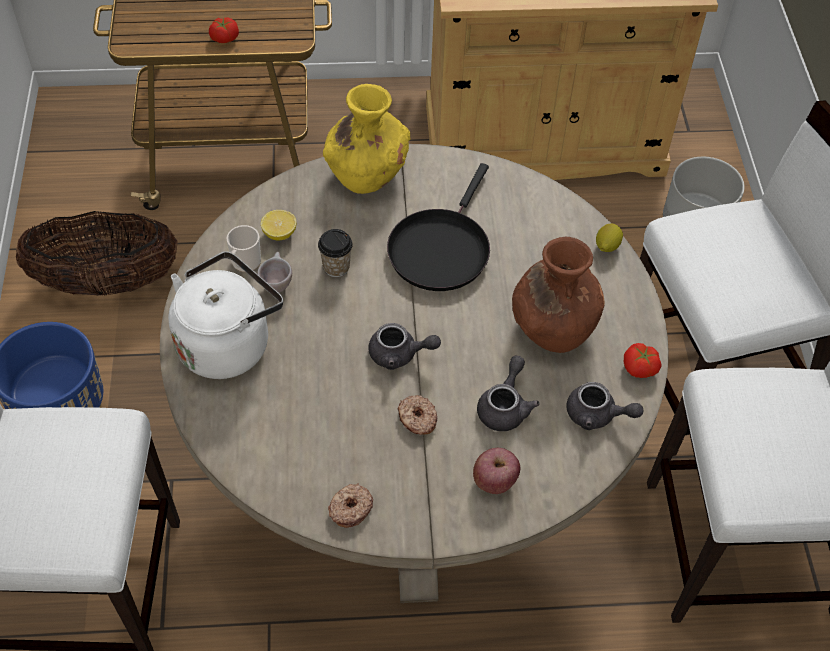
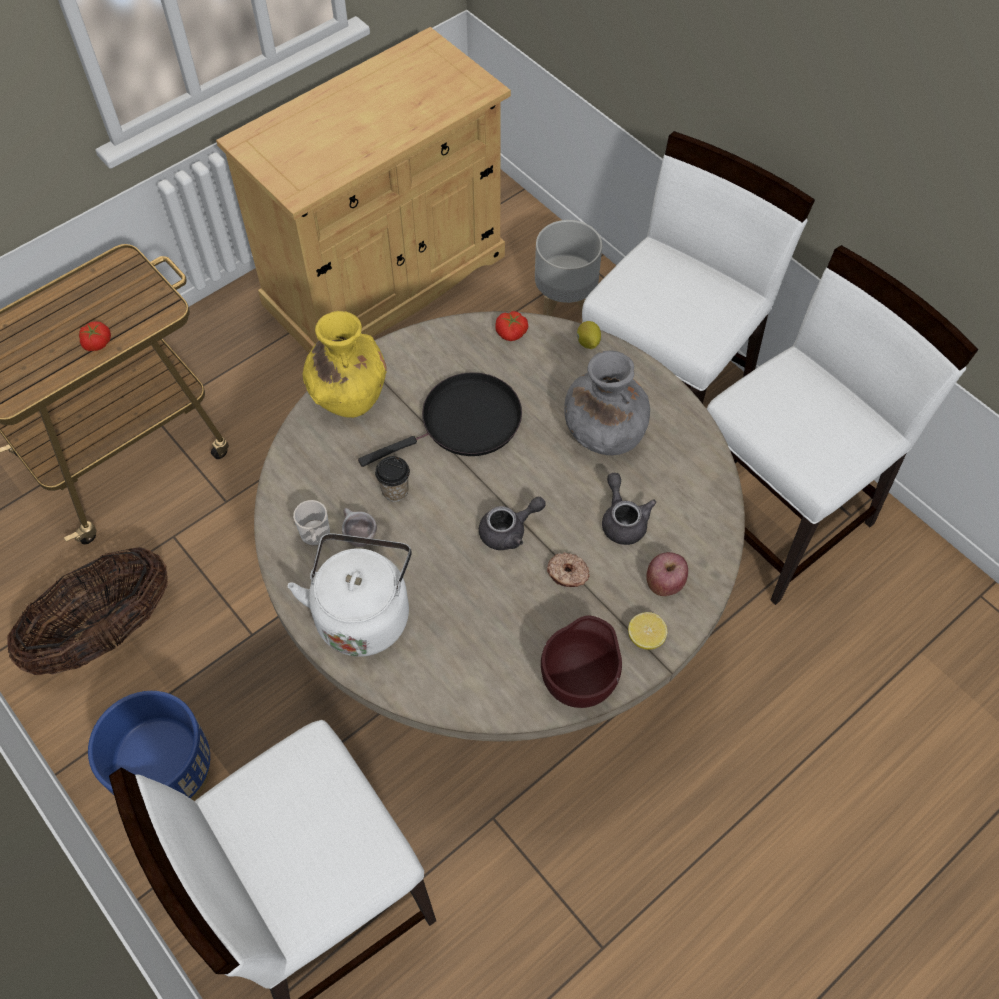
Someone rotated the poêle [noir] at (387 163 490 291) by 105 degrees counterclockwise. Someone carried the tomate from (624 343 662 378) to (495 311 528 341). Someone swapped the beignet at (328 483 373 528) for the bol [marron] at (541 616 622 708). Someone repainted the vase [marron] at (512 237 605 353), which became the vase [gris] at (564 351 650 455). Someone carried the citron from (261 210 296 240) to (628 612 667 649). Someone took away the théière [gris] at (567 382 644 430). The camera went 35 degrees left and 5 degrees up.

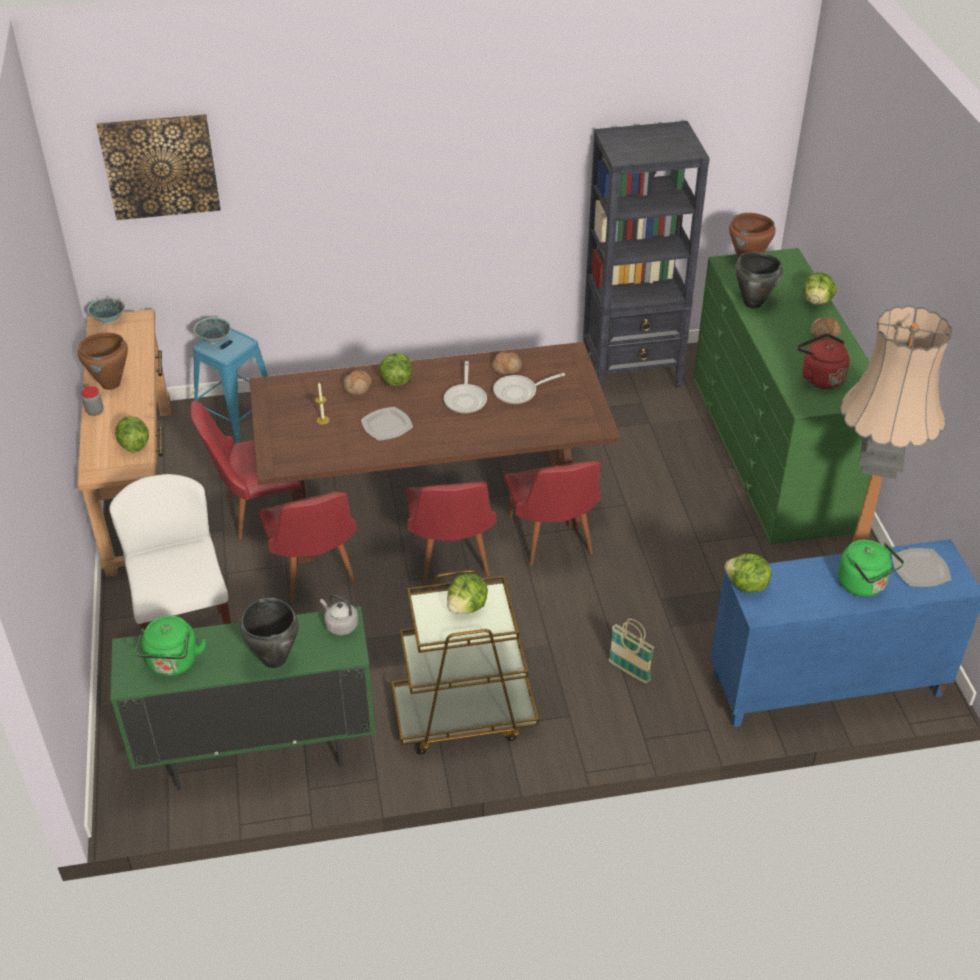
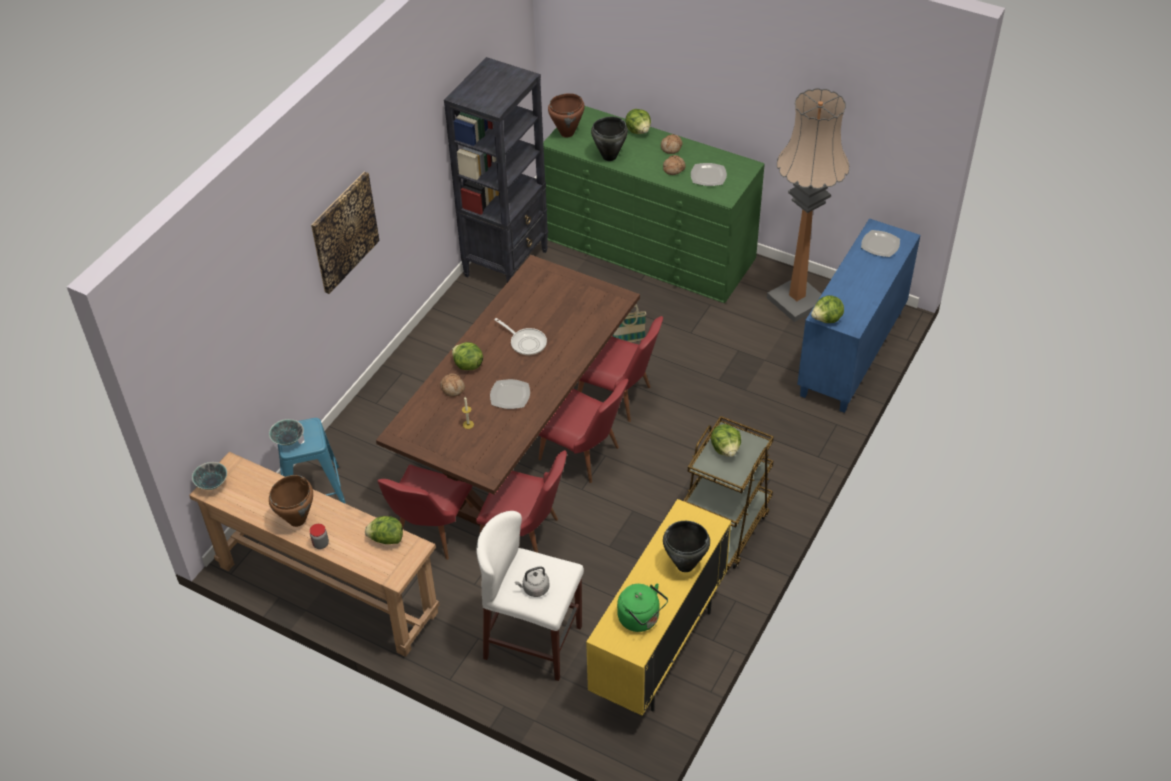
Someone carried the tableau from (97 114 221 220) to (311 172 380 294). Someone carried the bouilloire [gris] from (320 594 358 635) to (515 566 550 597). Someone repainted the meuble de rangement [vert] at (110 606 376 791), which became the meuble de rangement [jaune] at (586 499 731 716). Someone carried the panier from (608 619 654 683) to (613 304 646 342). Someone carried the pain from (492 352 522 375) to (663 155 686 175). Someone swapped the bouilloire [rouge] at (797 334 849 389) for the assiette at (691 163 727 186). Someone took away the poêle at (493 373 565 404). Someone took away the bouilloire [vert] at (838 540 904 597). The camera went 50 degrees left and 5 degrees up.

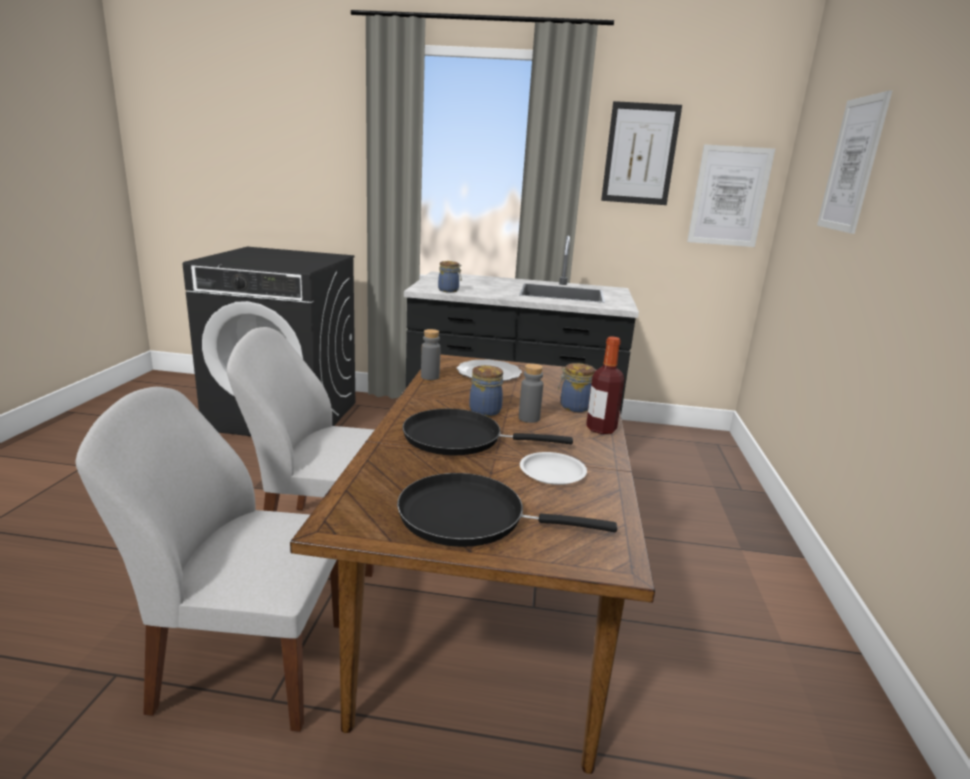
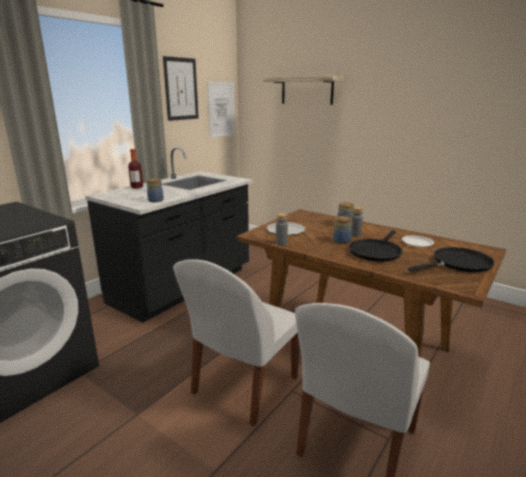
Someone carried the bouteille from (586 337 624 434) to (128 149 143 189). Someone swapped the tableau at (817 90 892 234) for the étagère at (263 76 343 105). Someone rotated the poêle [noir] at (397 473 617 547) by 150 degrees counterclockwise. The camera went 60 degrees left and 0 degrees up.

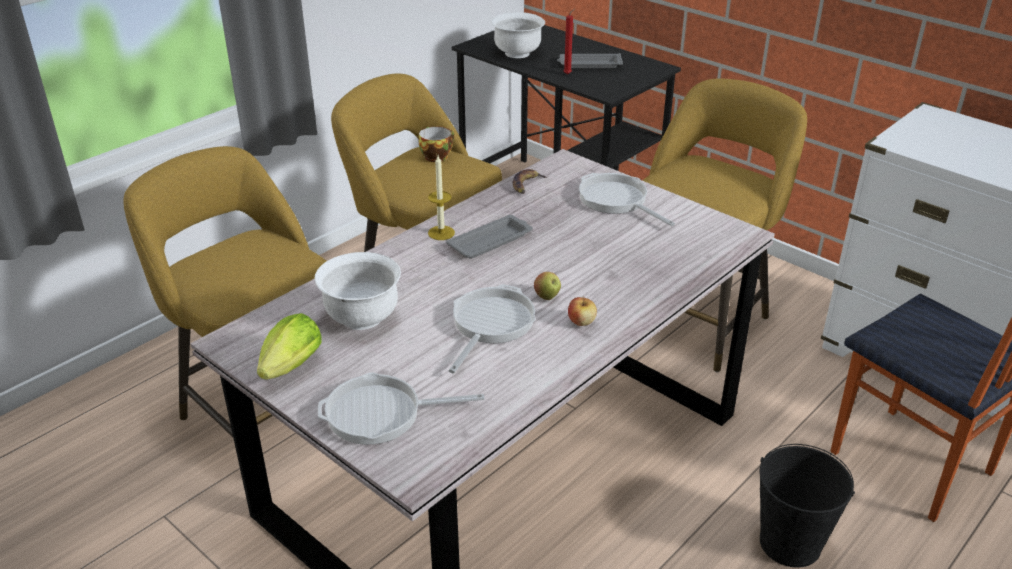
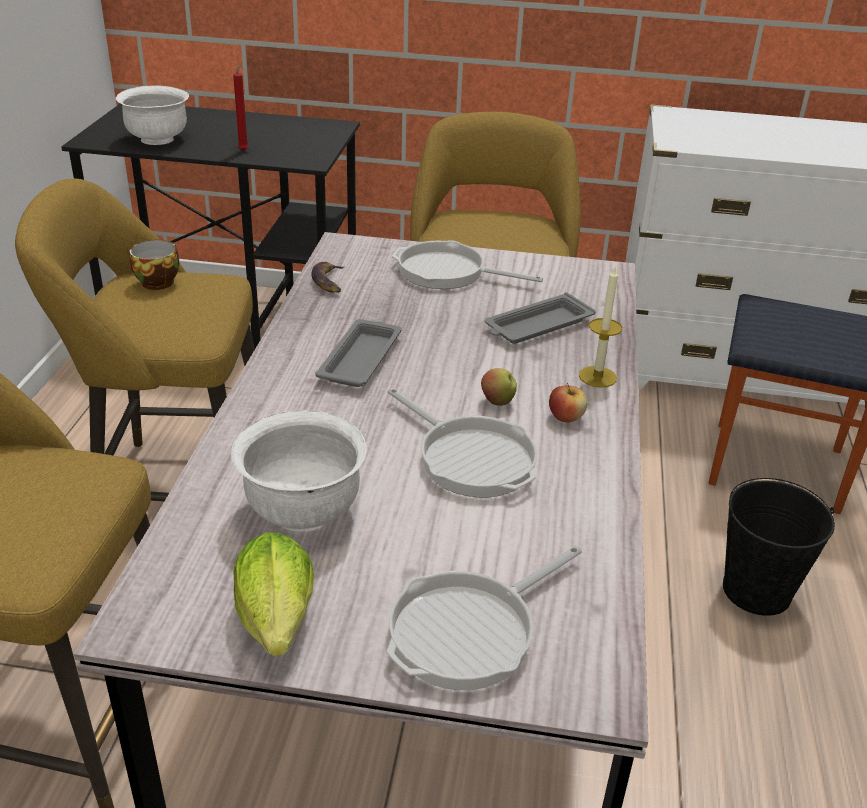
Someone rotated the poêle at (449 284 535 373) by 150 degrees clockwise. Someone carried the plateau [gris] from (557 53 623 68) to (485 292 596 344). Someone carried the bougie from (428 156 455 240) to (579 267 622 388). The camera went 35 degrees left and 0 degrees up.

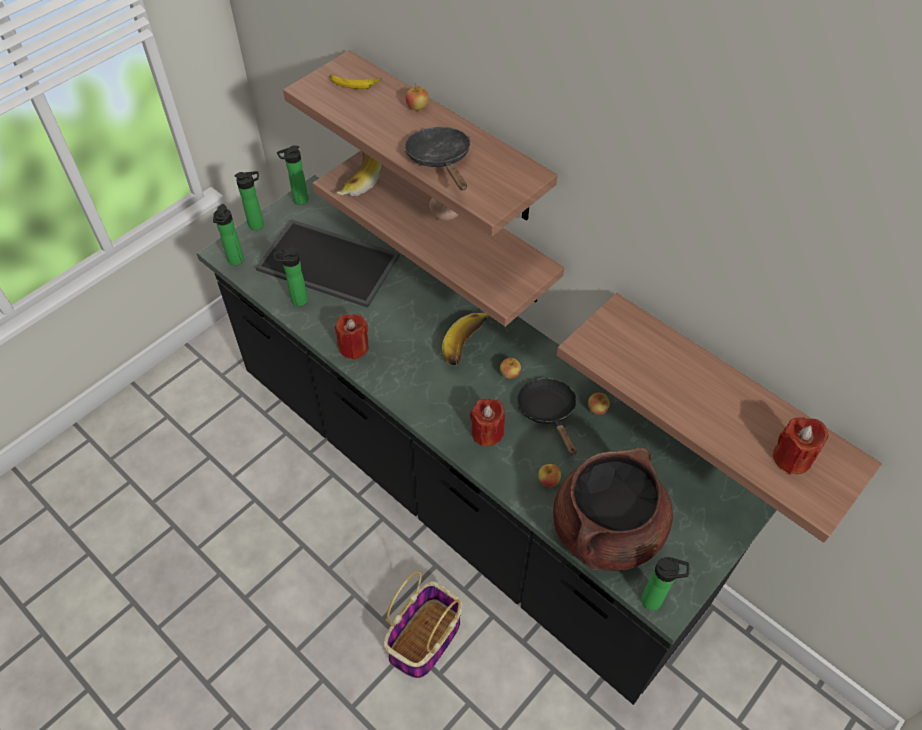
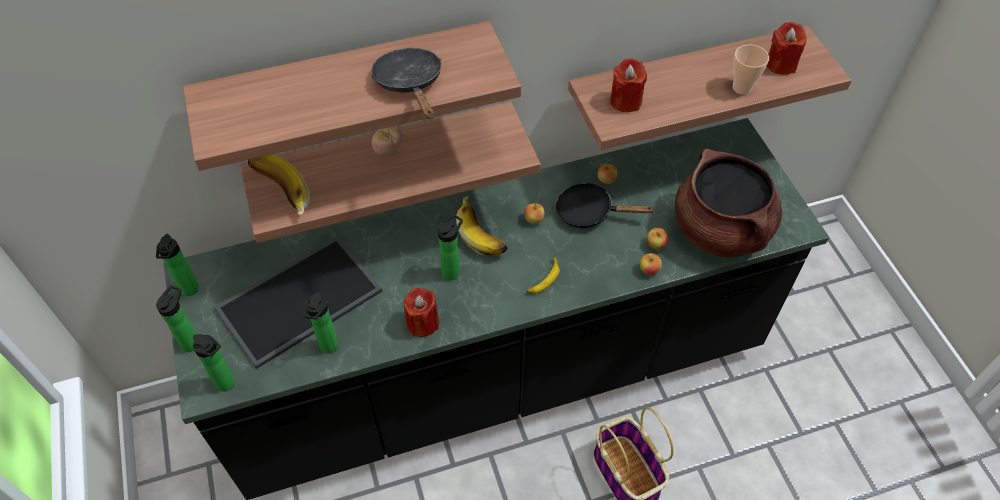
Someone rotated the poêle [noir] at (405 127 470 190) by 60 degrees clockwise. Someone carried the bouteille from (641 557 689 610) to (438 214 463 280). Someone carried the banane from (330 74 382 89) to (527 257 560 294). Someone carried the bougie [rouge] from (470 399 505 447) to (610 58 647 112). Someone carried the pomme from (406 83 429 111) to (640 253 662 275). Someone put down the tasse at (733 45 769 95). The camera went 60 degrees left and 0 degrees up.

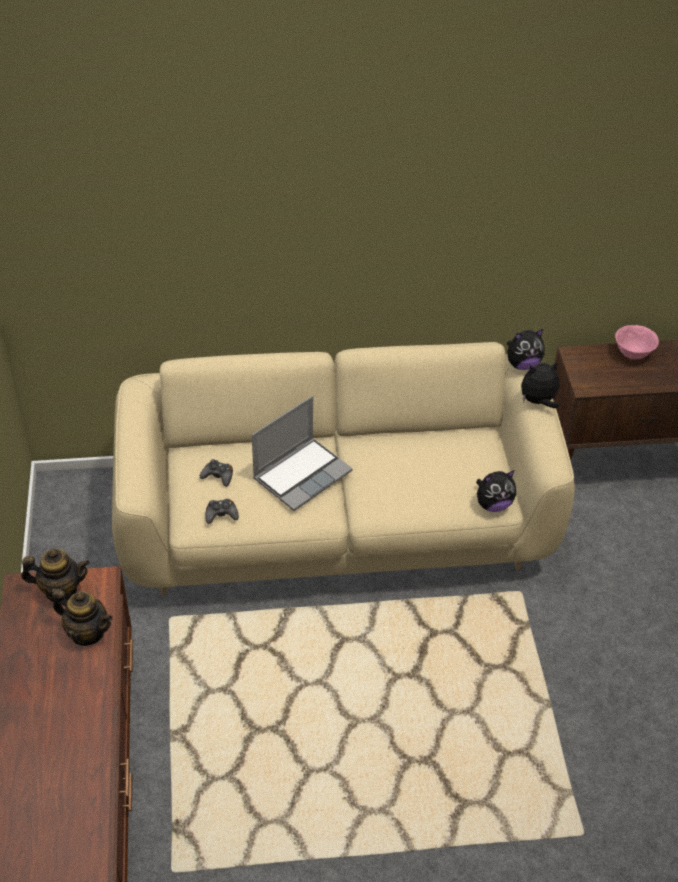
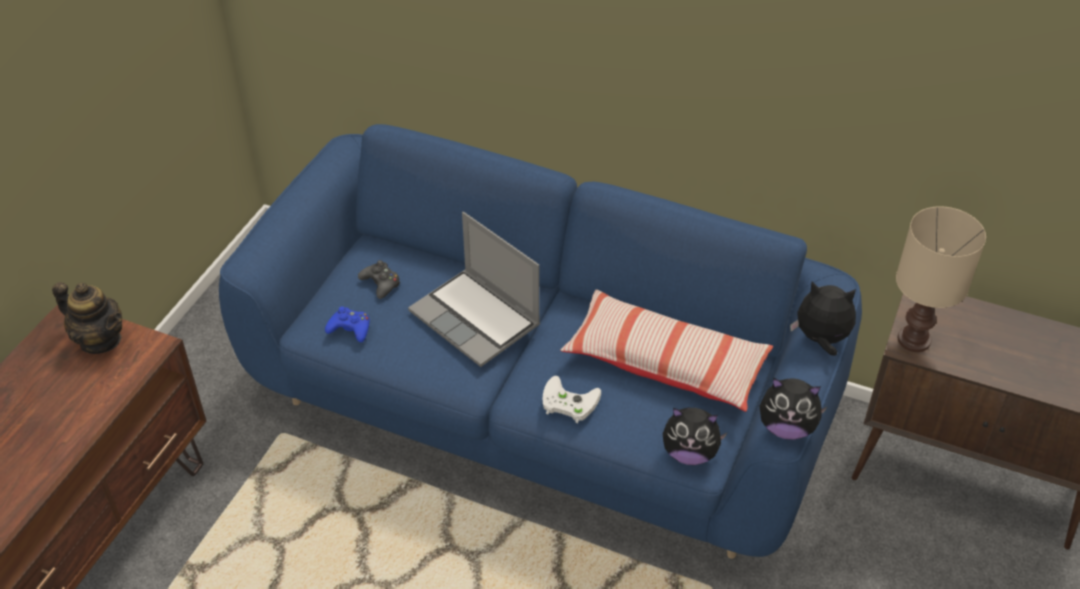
Someone repainted the canapé [beige] at (112 342 575 595), which became the canapé [bleu] at (219 124 862 559). Someone repainted the manette [noir] at (205 499 239 524), which became the manette [bleu] at (325 306 370 342). Someone rotated the ordinateur portable at (252 396 353 511) by 60 degrees clockwise. Someone put down the manette [blanc] at (543 376 601 423). Someone put down the coussin at (560 289 773 412). Someone carried the peluche from (507 329 545 370) to (760 378 828 440). Someone put down the lampe de table [beige] at (896 206 986 352). Someone took away the théière at (52 589 113 646). Someone took away the bol [rose] at (615 325 659 359). The camera went 30 degrees right and 0 degrees up.

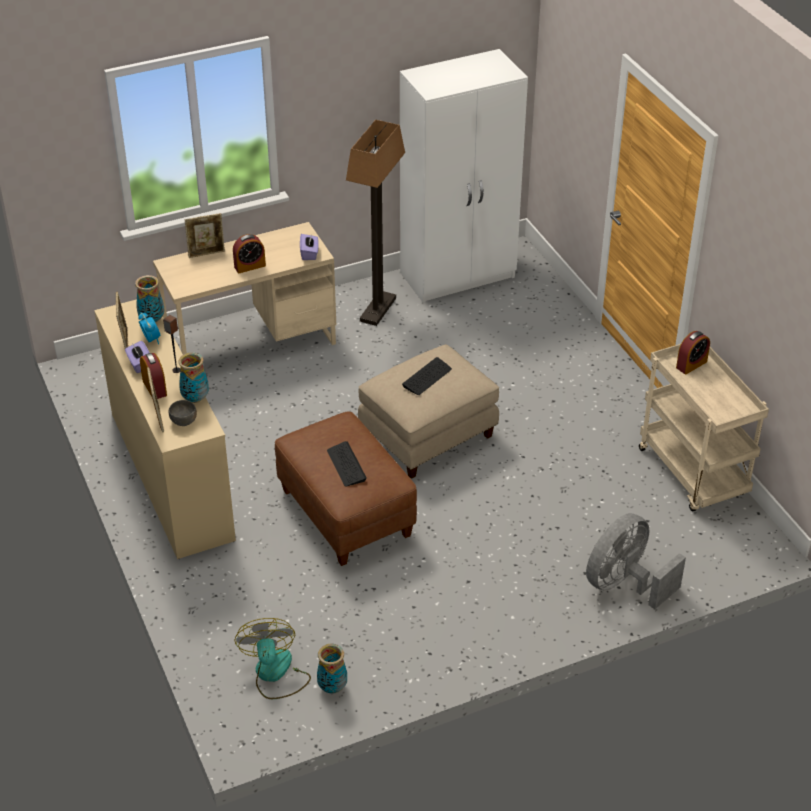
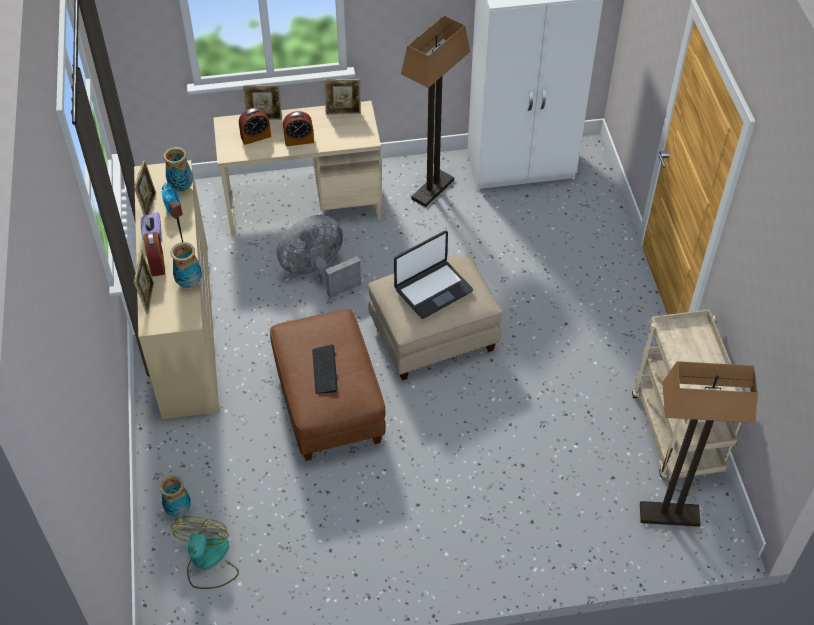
Someone carried the vase from (317 644 347 693) to (159 475 191 517). Someone carried the réveil from (676 331 710 374) to (239 107 271 145). Someone carried the ventilateur [gris] from (586 513 686 609) to (277 215 361 298). Someone put down the cadre photo at (324 79 361 115). Someone swapped the clavier at (402 357 452 395) for the ordinateur portable at (394 230 473 319). Someone put down the lampadaire at (640 361 758 527). Someone took away the bol [gris] at (169 400 197 426). Someone took away the boîte à mouchoirs [violet] at (300 234 319 260). The camera went 15 degrees right and 10 degrees up.

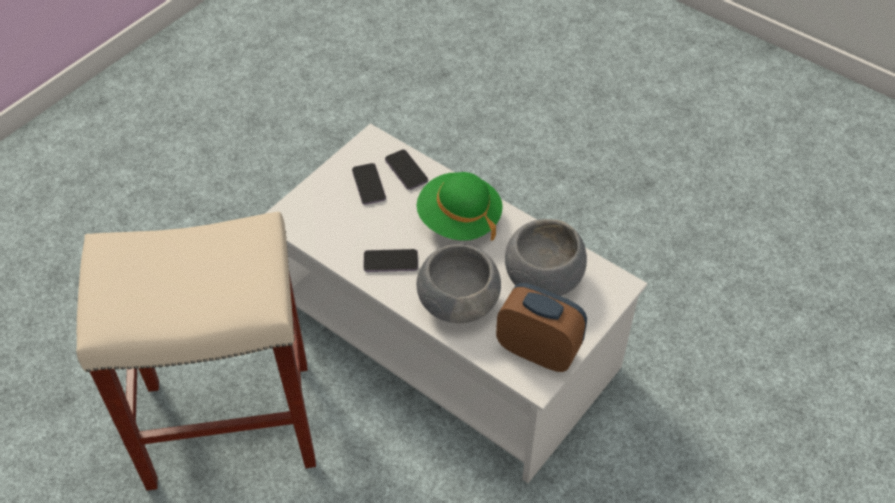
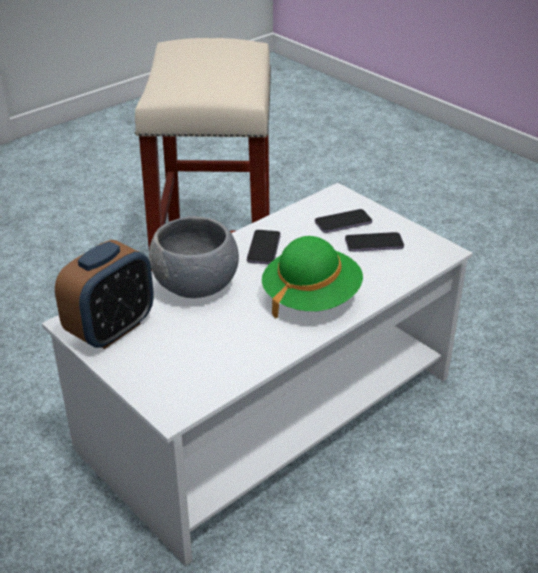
Someone carried the téléphone from (385 150 428 190) to (315 209 372 233). Someone took away the bol [gris] at (505 219 587 296). The camera went 100 degrees right and 15 degrees down.

